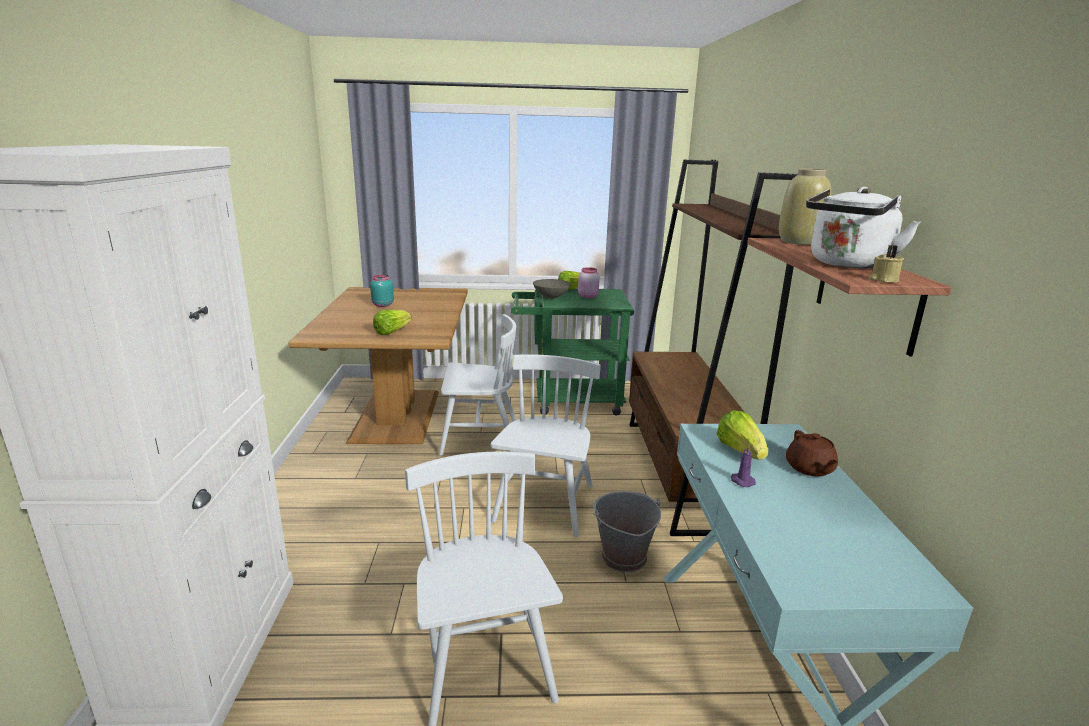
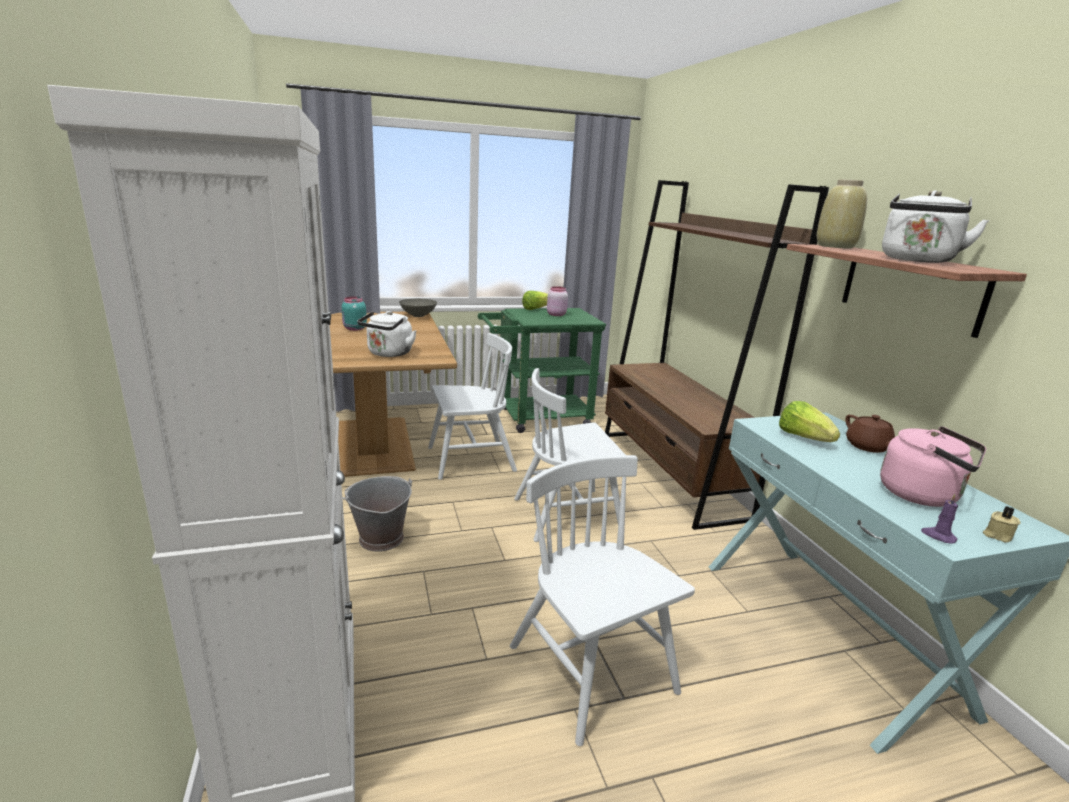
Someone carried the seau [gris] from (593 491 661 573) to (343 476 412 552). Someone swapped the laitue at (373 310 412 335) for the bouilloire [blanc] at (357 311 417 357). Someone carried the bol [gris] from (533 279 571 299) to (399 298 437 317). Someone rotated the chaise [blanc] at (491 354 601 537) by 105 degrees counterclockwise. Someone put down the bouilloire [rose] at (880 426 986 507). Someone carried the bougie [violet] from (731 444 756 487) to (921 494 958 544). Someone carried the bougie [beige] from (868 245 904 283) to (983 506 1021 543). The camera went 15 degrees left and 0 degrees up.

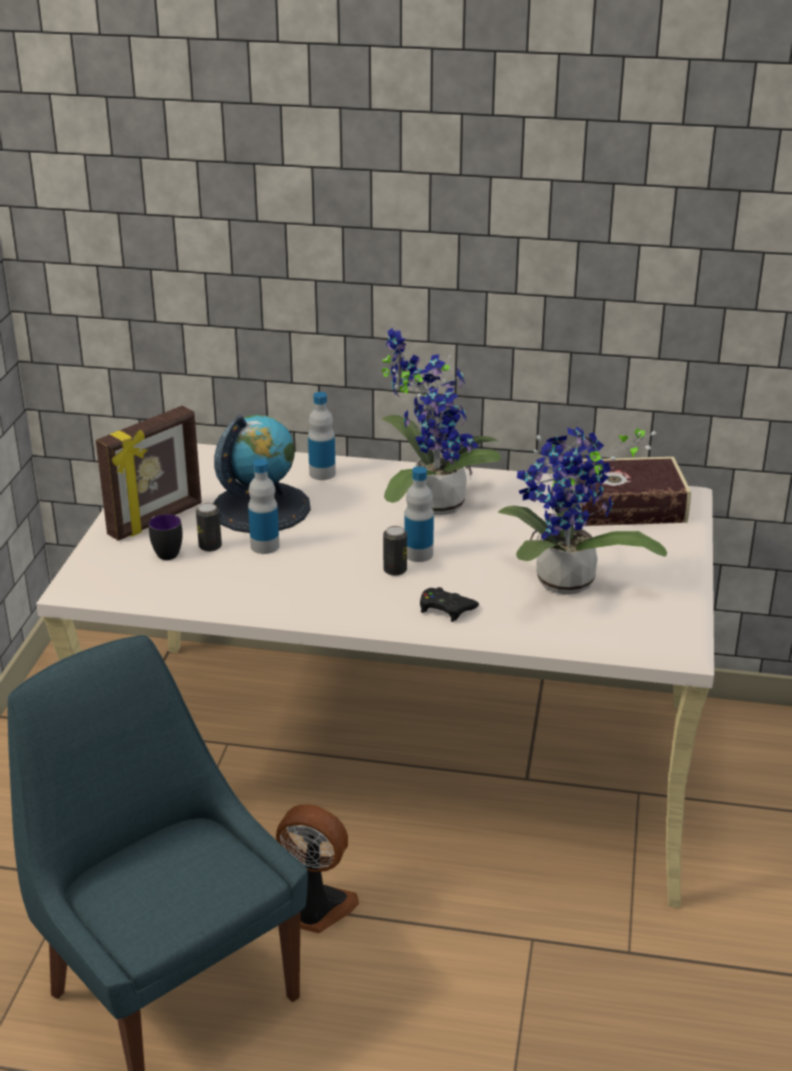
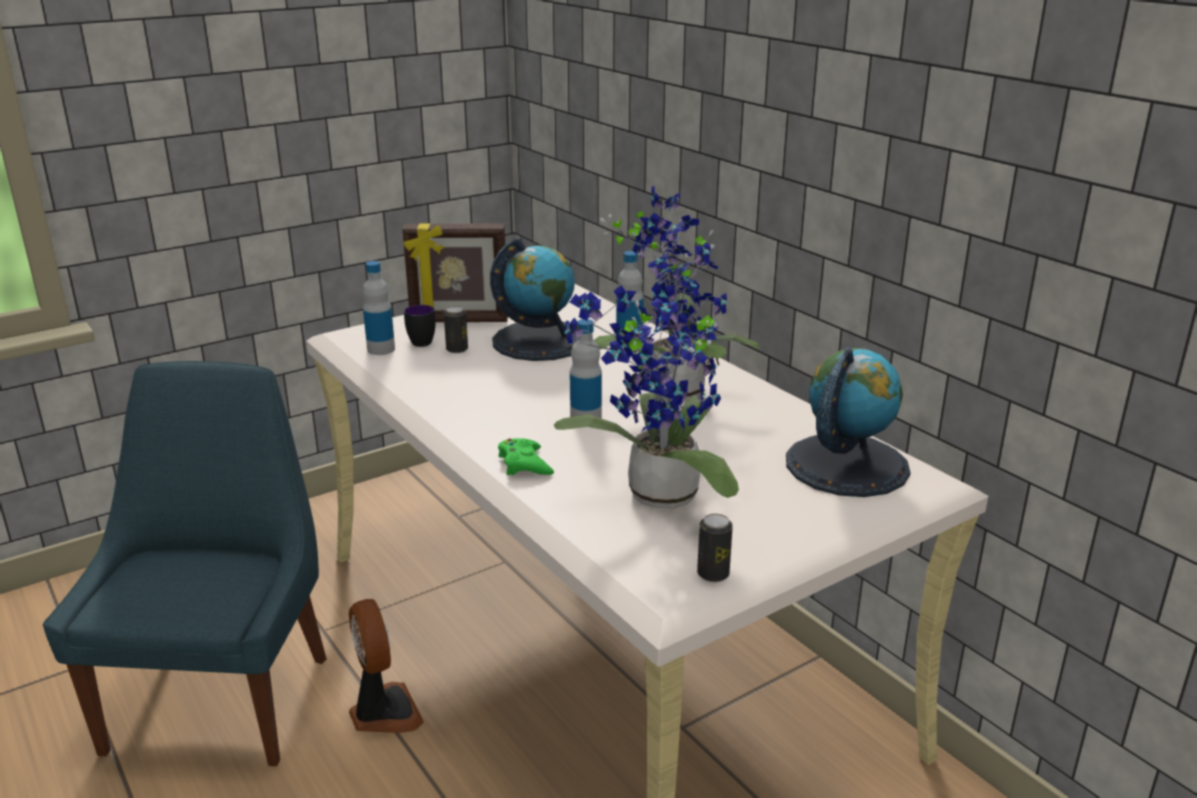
Someone carried the bouteille from (248 459 279 554) to (363 261 395 355). Someone repainted the manette [noir] at (420 587 479 622), which became the manette [vert] at (498 438 554 476). Someone carried the boîte métallique from (383 526 407 576) to (697 513 733 582). Someone swapped the livre at (570 457 691 526) for the globe at (786 347 910 497). The camera went 45 degrees right and 5 degrees down.

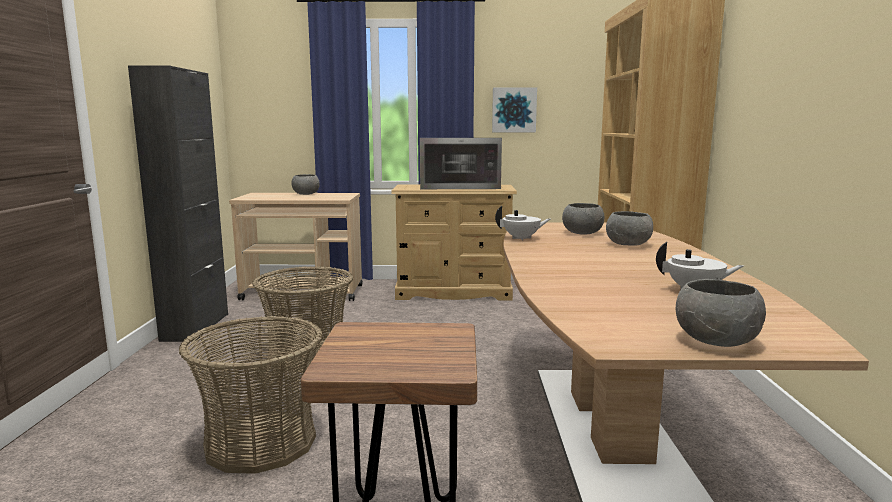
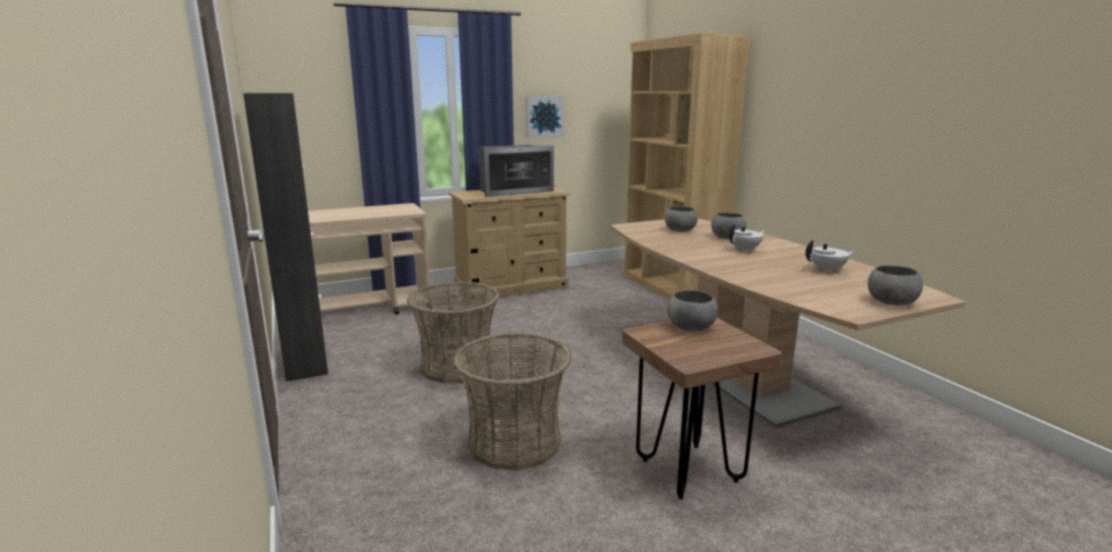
Someone carried the bol [gris] from (291 174 320 195) to (667 290 718 331). Someone carried the théière [blanc] from (495 206 550 241) to (729 224 765 252). The camera went 25 degrees left and 5 degrees up.

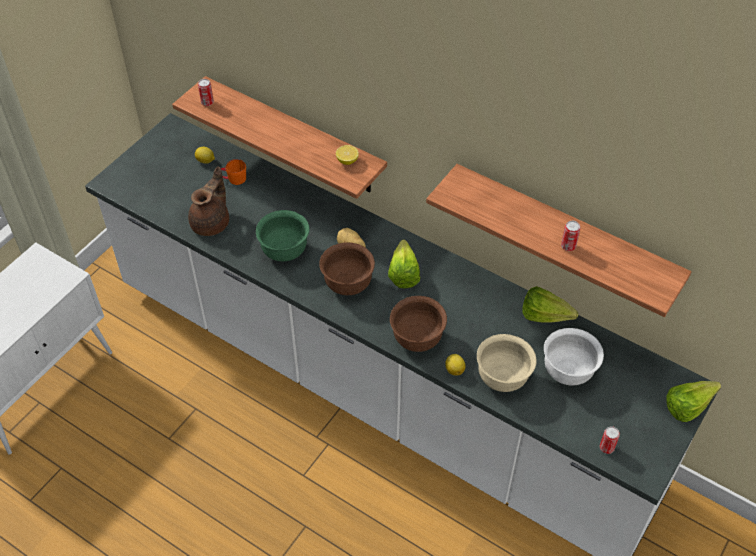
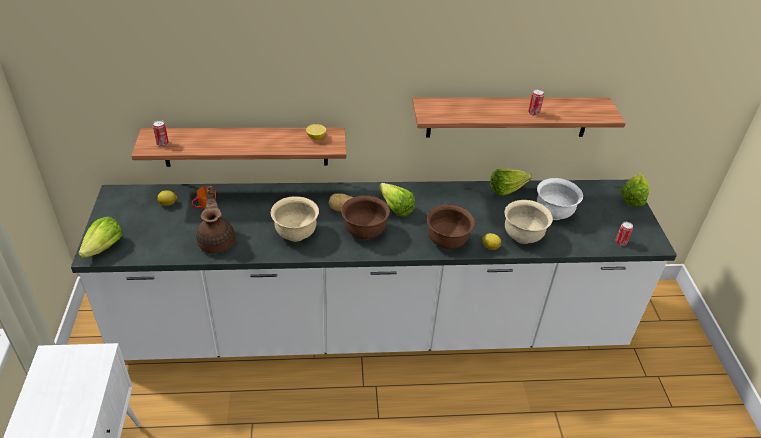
Someone put down the laitue at (78 217 122 258). Someone repainted the bol [vert] at (256 210 309 261), which became the bol [beige] at (271 196 319 241). The camera went 40 degrees left and 10 degrees down.

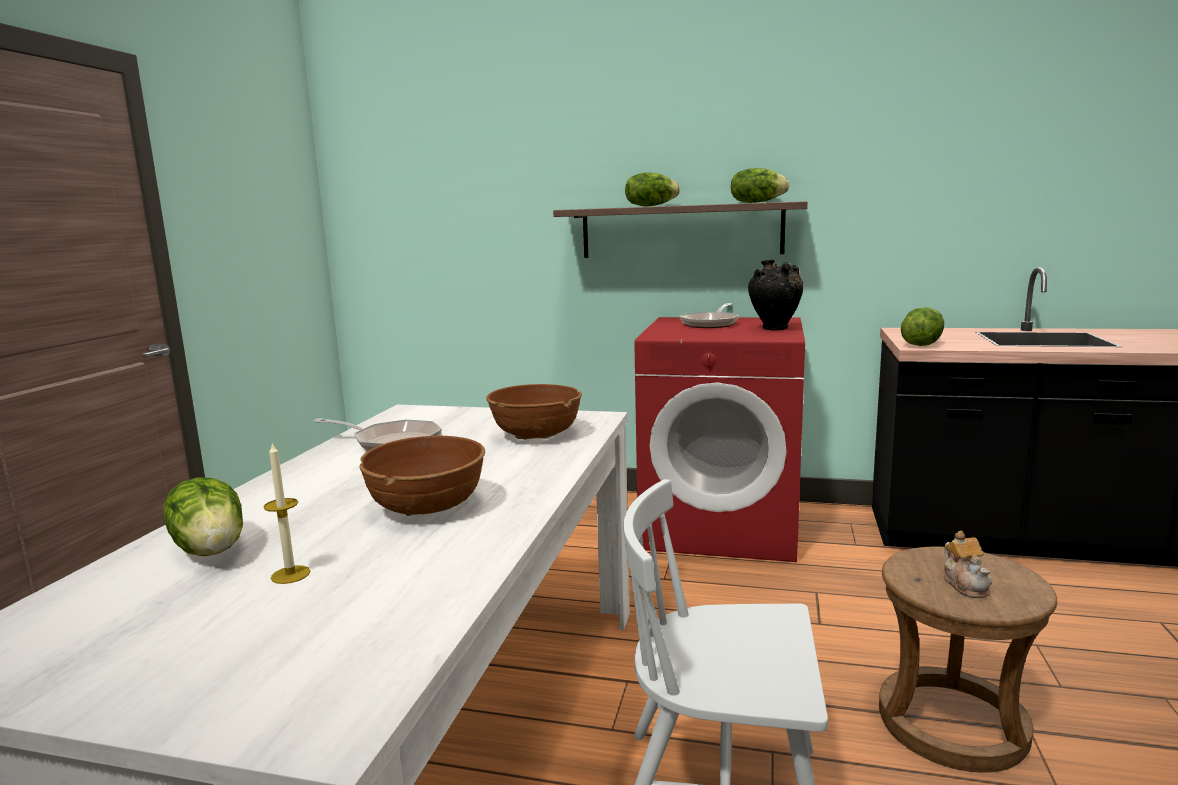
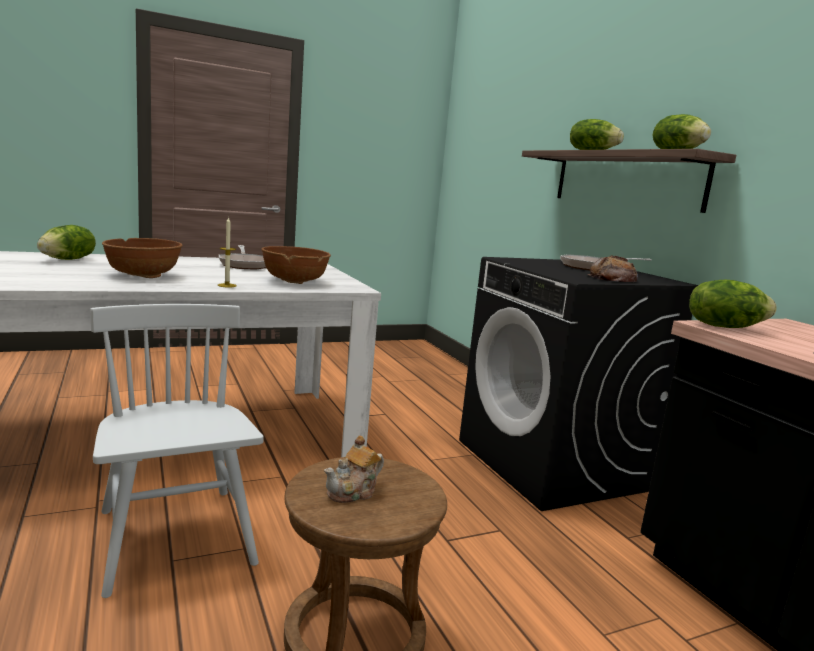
Someone carried the bougie from (263 442 310 584) to (218 216 237 287). Someone repainted the lave-linge [rouge] at (634 317 805 562), which became the lave-linge [noir] at (459 257 698 511). Someone swapped the vase [noir] at (748 259 804 330) for the pain at (587 255 638 282). The camera went 50 degrees right and 0 degrees up.

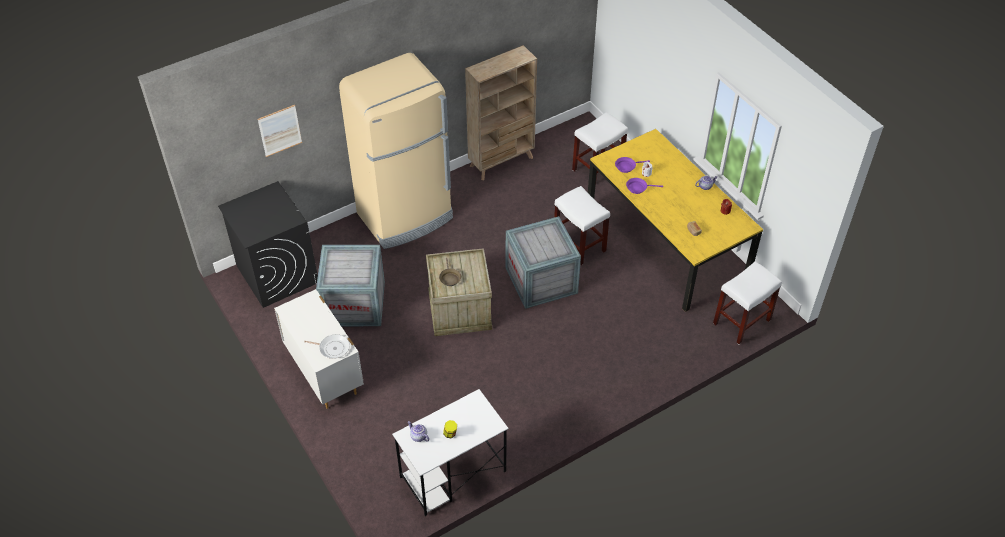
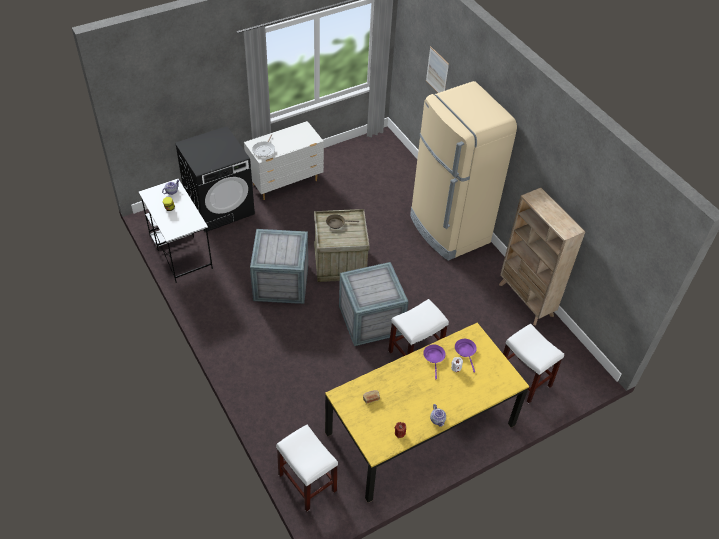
Someone carried the lave-linge [noir] from (218 181 318 308) to (175 126 255 232). Someone carried the caisse from (316 245 385 326) to (250 229 308 304). The camera went 90 degrees right and 0 degrees up.

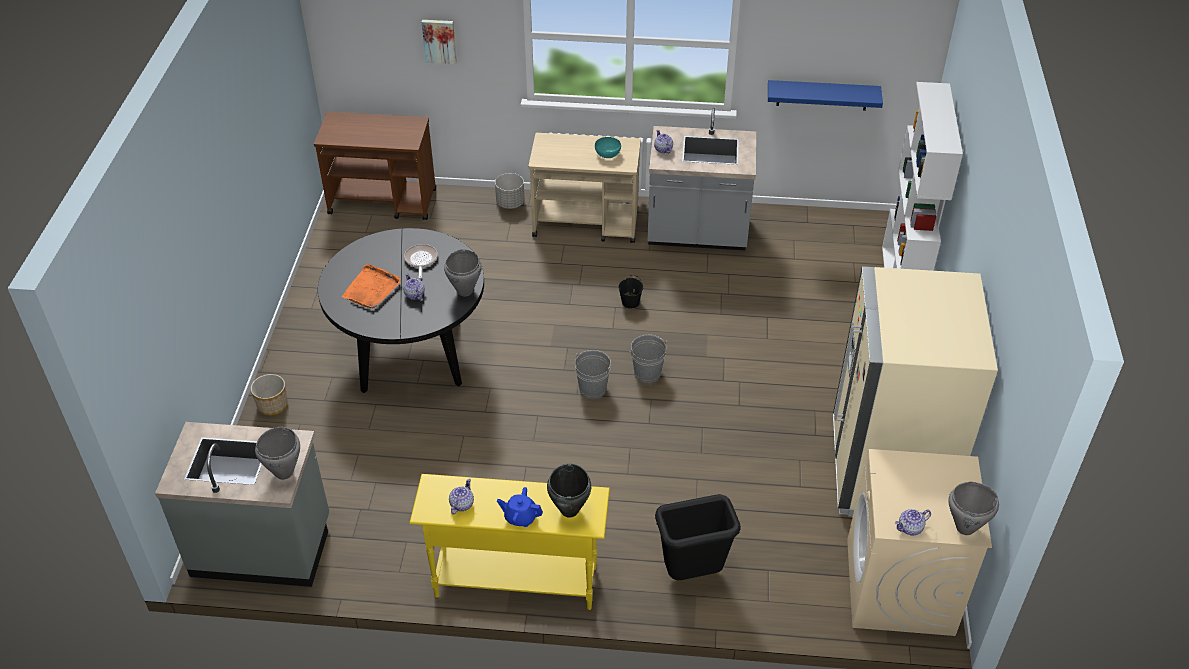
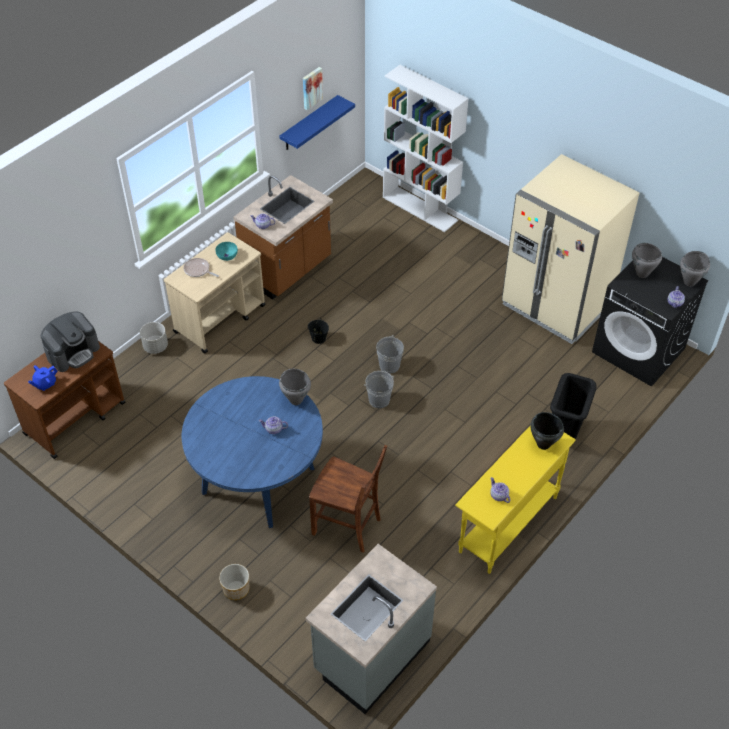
Someone carried the théière [bleu] from (497 487 543 527) to (28 365 58 391). Someone put down the machine à café at (41 311 100 372). Someone repainted the table à manger [noir] at (318 228 484 393), which became the table à manger [bleu] at (182 376 323 528). Someone carried the poêle from (404 244 438 278) to (183 258 219 277). Someone repainted the comptoir de cuisine [gris] at (647 108 756 250), which became the comptoir de cuisine [marron] at (233 175 333 300). Someone carried the tableau from (421 20 457 64) to (303 67 323 110). Someone put down the chaise [marron] at (309 445 387 553). Someone repainted the lave-linge [beige] at (847 449 992 636), which became the lave-linge [noir] at (592 257 708 387). Someone carried the marmite [gris] from (255 427 300 480) to (632 243 662 278). Someone took away the plateau [orange] at (342 264 401 309). The camera went 55 degrees left and 5 degrees up.

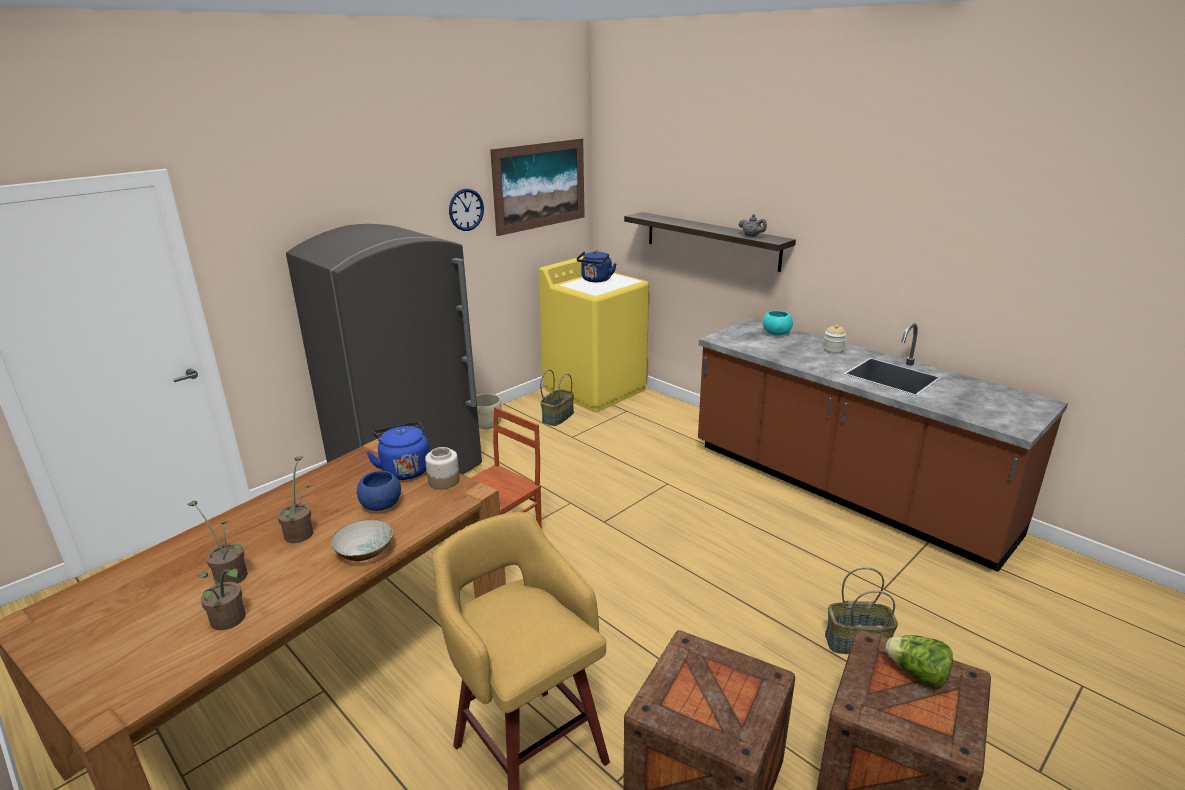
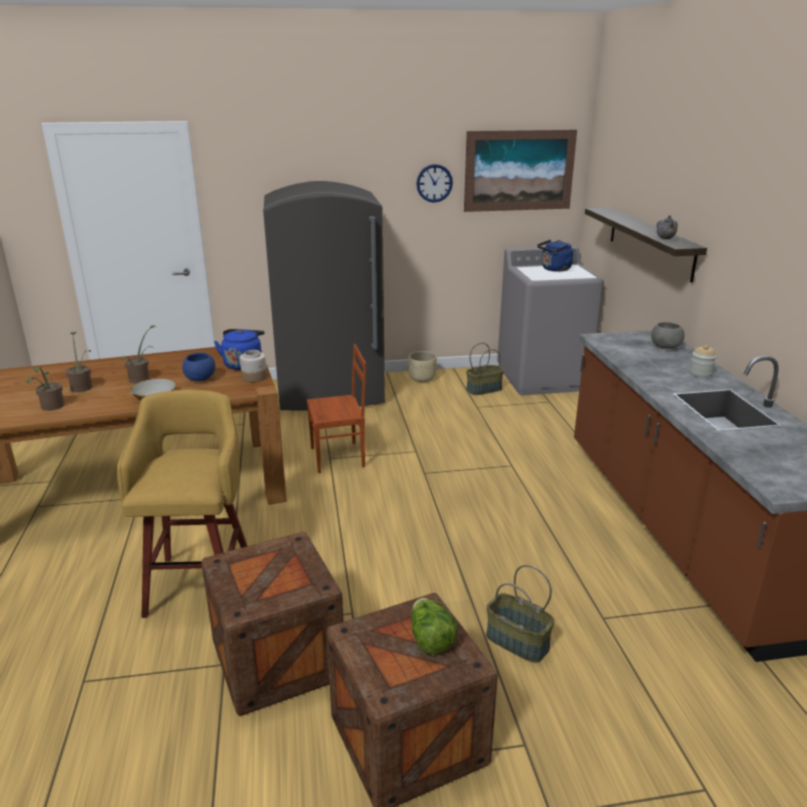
Someone repainted the lave-linge [jaune] at (539 256 649 413), which became the lave-linge [gris] at (497 246 604 396). Someone repainted the bol [turquoise] at (763 311 793 335), which became the bol [gris] at (651 322 684 349). The camera went 35 degrees right and 0 degrees up.

